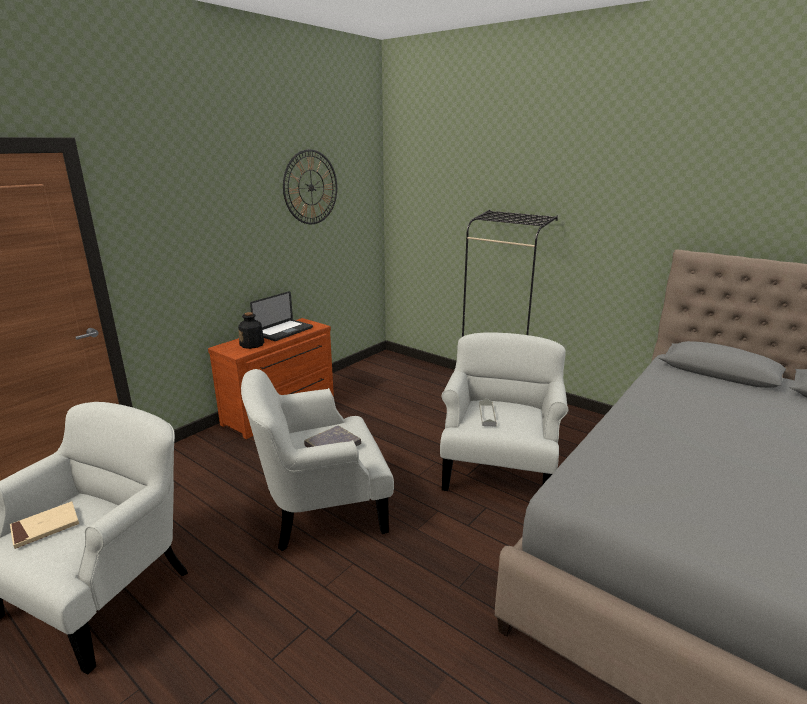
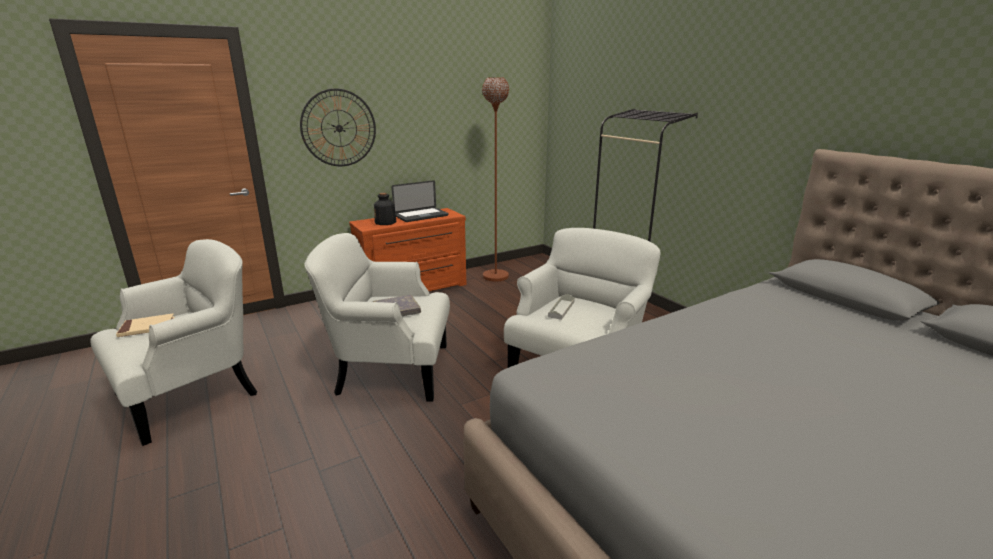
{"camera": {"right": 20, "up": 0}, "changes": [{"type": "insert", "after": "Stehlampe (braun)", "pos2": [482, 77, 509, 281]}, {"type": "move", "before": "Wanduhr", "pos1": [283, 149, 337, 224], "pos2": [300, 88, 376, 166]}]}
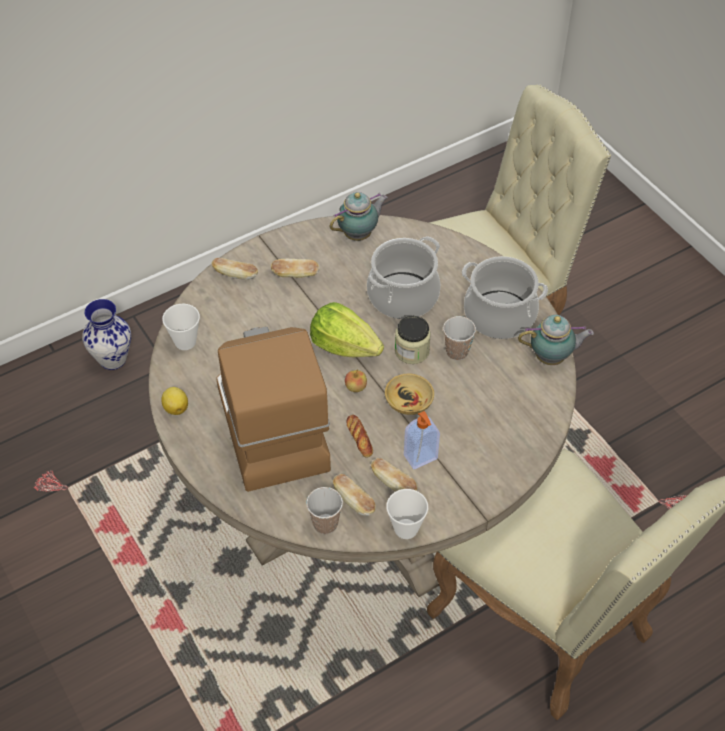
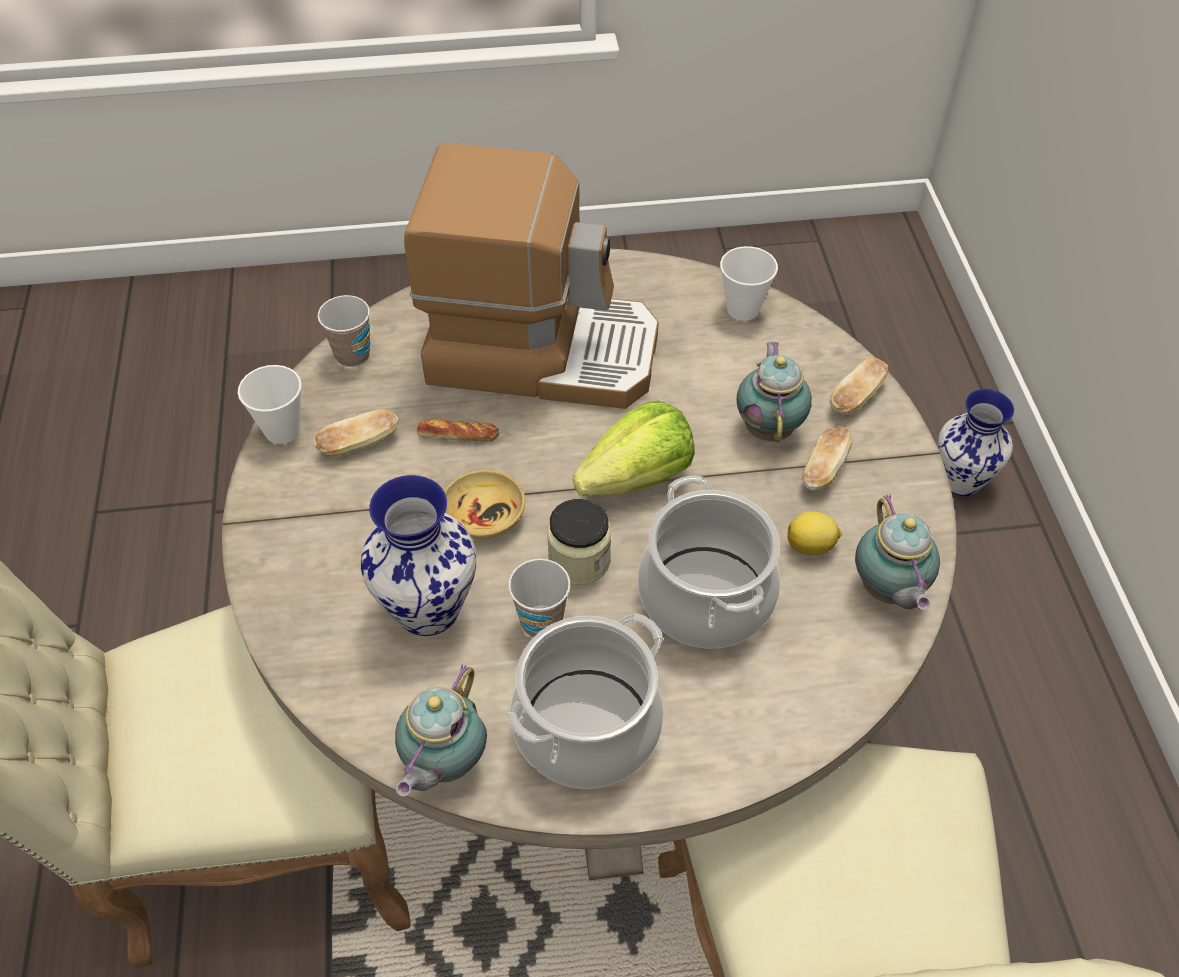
{"camera": {"right": 115, "up": 0}, "changes": [{"type": "delete", "before": "Brot", "pos1": [333, 474, 376, 516]}, {"type": "delete", "before": "Apfel", "pos1": [345, 370, 367, 392]}, {"type": "delete", "before": "Seifenspender", "pos1": [404, 411, 440, 469]}, {"type": "insert", "after": "Vase", "pos2": [361, 475, 476, 636]}, {"type": "insert", "after": "Teekanne", "pos2": [737, 341, 812, 442]}, {"type": "move", "before": "Zitrone", "pos1": [161, 387, 188, 415], "pos2": [787, 511, 842, 555]}]}
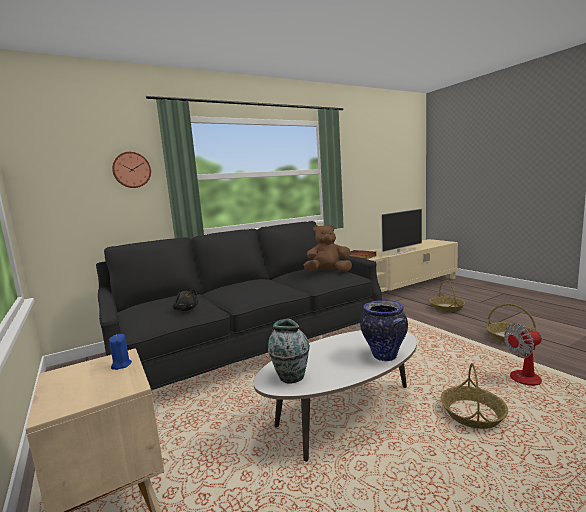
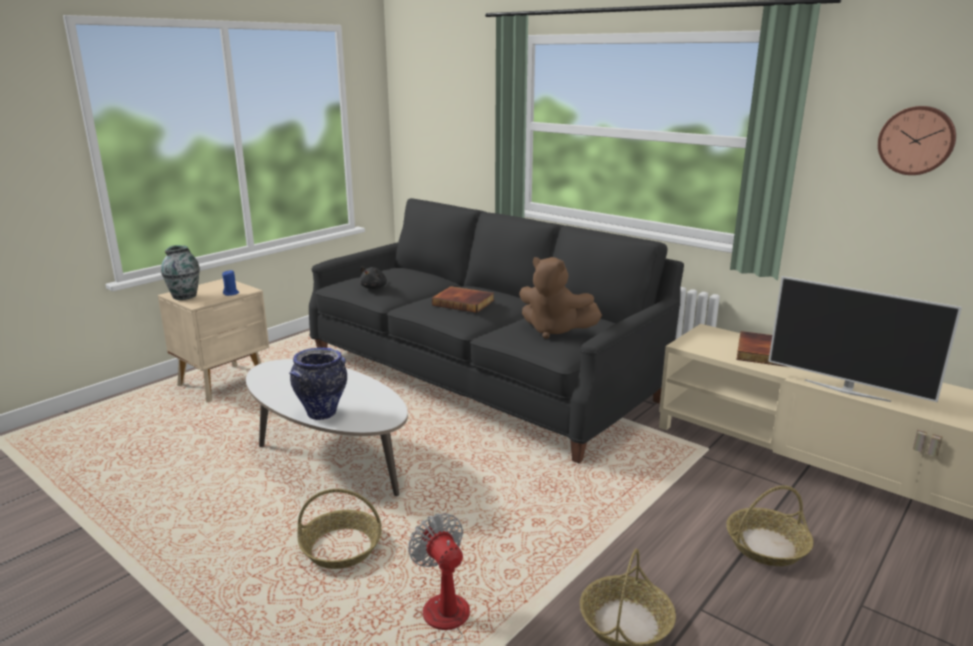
{"camera": {"right": 70, "up": 10}, "changes": [{"type": "insert", "after": "Buch", "pos2": [432, 286, 494, 313]}, {"type": "move", "before": "Wanduhr", "pos1": [112, 152, 151, 188], "pos2": [878, 106, 956, 175]}, {"type": "move", "before": "Vase", "pos1": [268, 319, 310, 384], "pos2": [161, 245, 200, 300]}, {"type": "rotate", "before": "Plüschtier (braun)", "pos1": [304, 225, 352, 272], "pos2": [519, 257, 602, 339], "turn": 150}]}
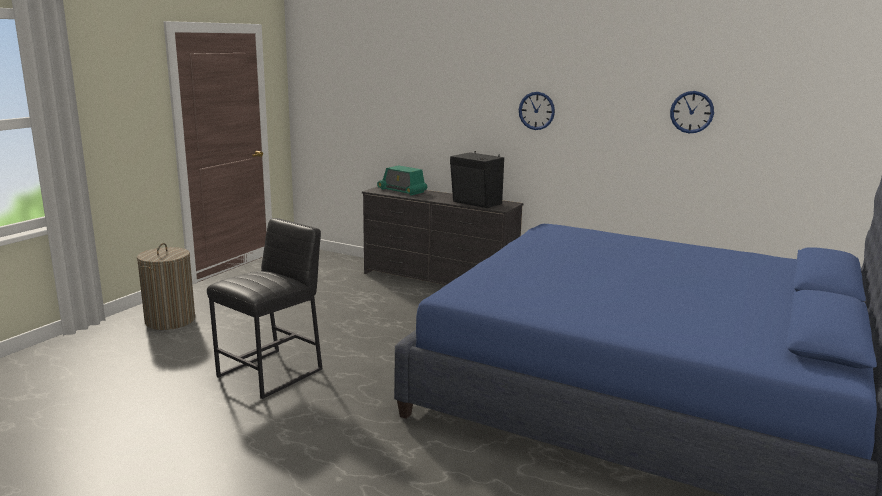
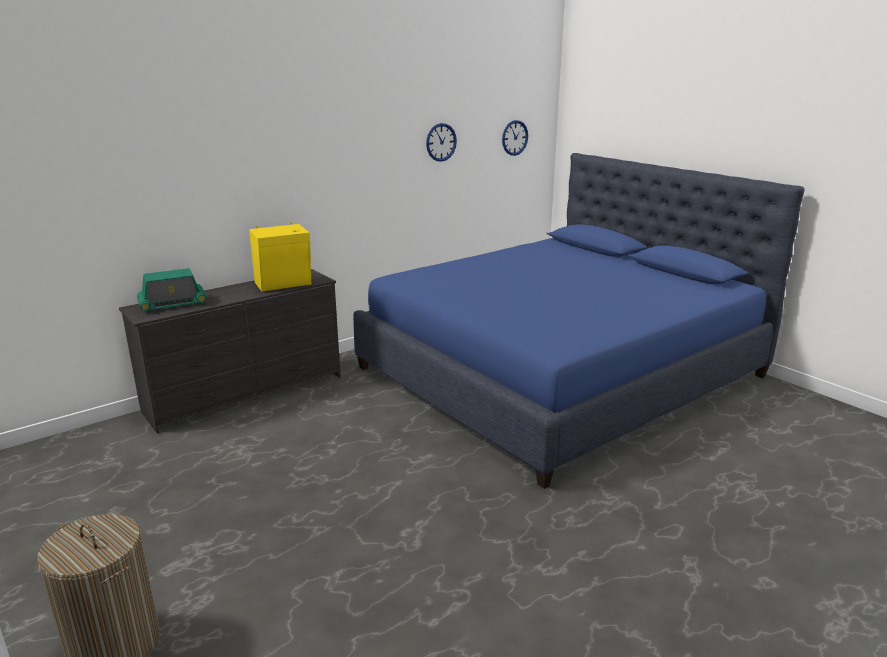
{"camera": {"right": -65, "up": 5}, "changes": [{"type": "delete", "before": "Stuhl (schwarz)", "pos1": [207, 218, 322, 399]}, {"type": "move", "before": "Wanduhr", "pos1": [519, 92, 555, 130], "pos2": [502, 120, 528, 156]}, {"type": "recolor", "before": "Lautsprecher (schwarz)", "after": "Lautsprecher (gelb)", "pos1": [450, 151, 504, 208], "pos2": [249, 222, 311, 292]}]}
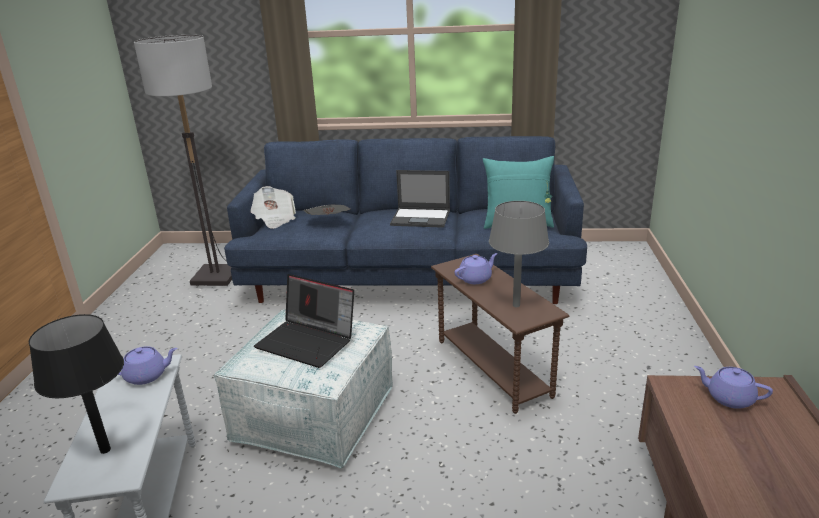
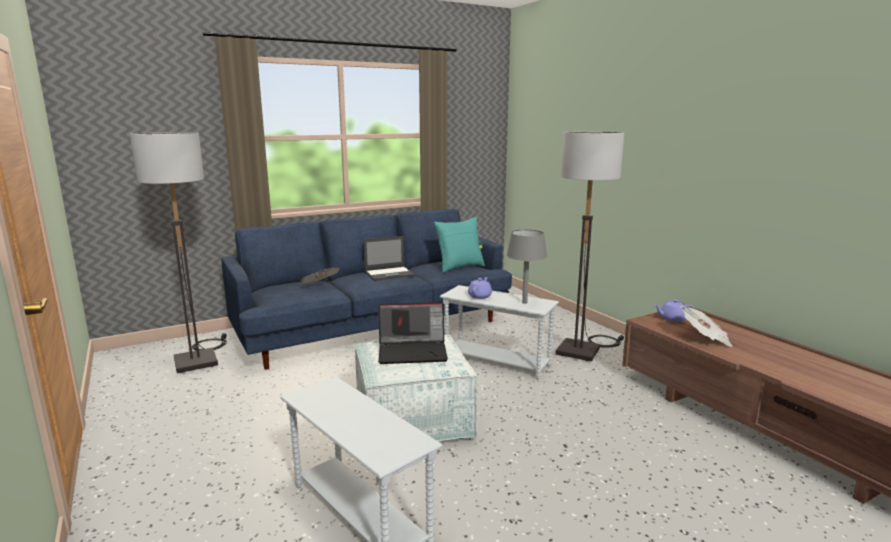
{"camera": {"right": -35, "up": -10}, "changes": [{"type": "delete", "before": "Tischlampe (schwarz)", "pos1": [29, 314, 124, 454]}, {"type": "delete", "before": "Teekanne (lila)", "pos1": [118, 346, 177, 385]}, {"type": "insert", "after": "Stehlampe", "pos2": [556, 132, 624, 362]}, {"type": "move", "before": "Zeitung", "pos1": [250, 186, 296, 229], "pos2": [680, 306, 732, 347]}, {"type": "recolor", "before": "Beistelltisch (braun)", "after": "Beistelltisch (weiß)", "pos1": [431, 254, 570, 414], "pos2": [440, 285, 559, 380]}]}
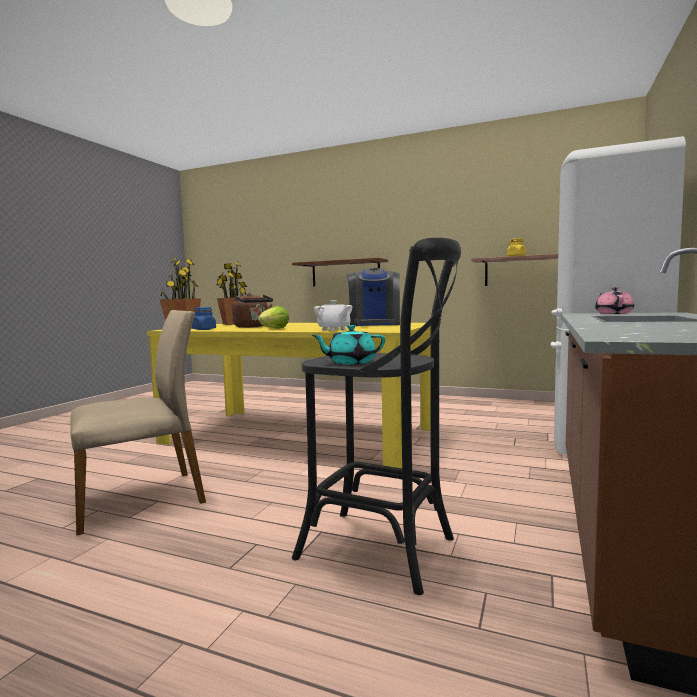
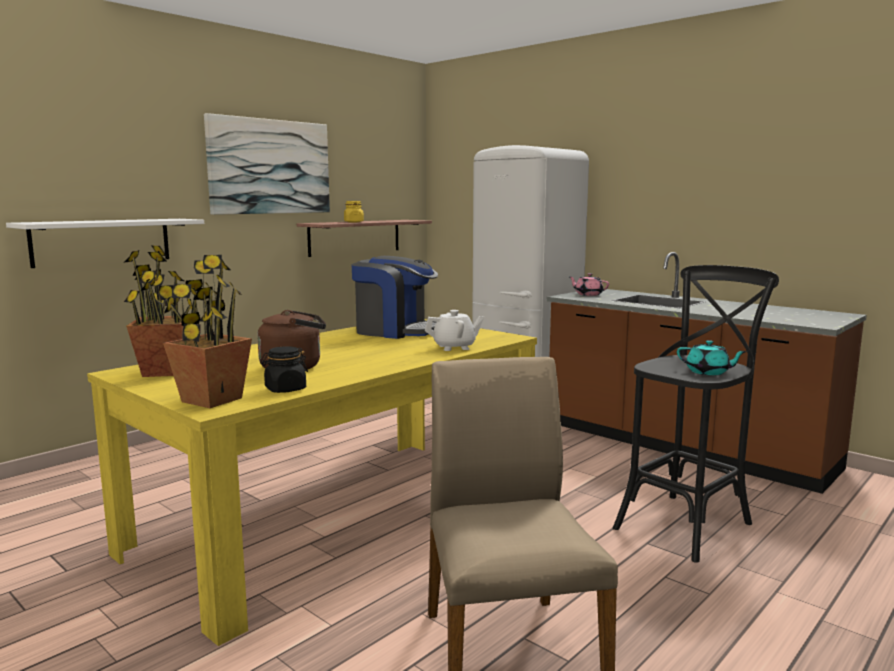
{"camera": {"right": -70, "up": 5}, "changes": [{"type": "delete", "before": "Salatkopf", "pos1": [258, 306, 289, 329]}, {"type": "insert", "after": "Bild", "pos2": [204, 113, 330, 215]}, {"type": "recolor", "before": "Vorratsglas (blau)", "after": "Vorratsglas (schwarz)", "pos1": [192, 307, 216, 330], "pos2": [260, 346, 308, 393]}, {"type": "recolor", "before": "Wandregal (braun)", "after": "Wandregal (weiß)", "pos1": [292, 258, 388, 286], "pos2": [6, 219, 204, 268]}, {"type": "rotate", "before": "Teekanne (türkis)", "pos1": [312, 325, 385, 364], "pos2": [677, 340, 747, 375], "turn": -60}]}
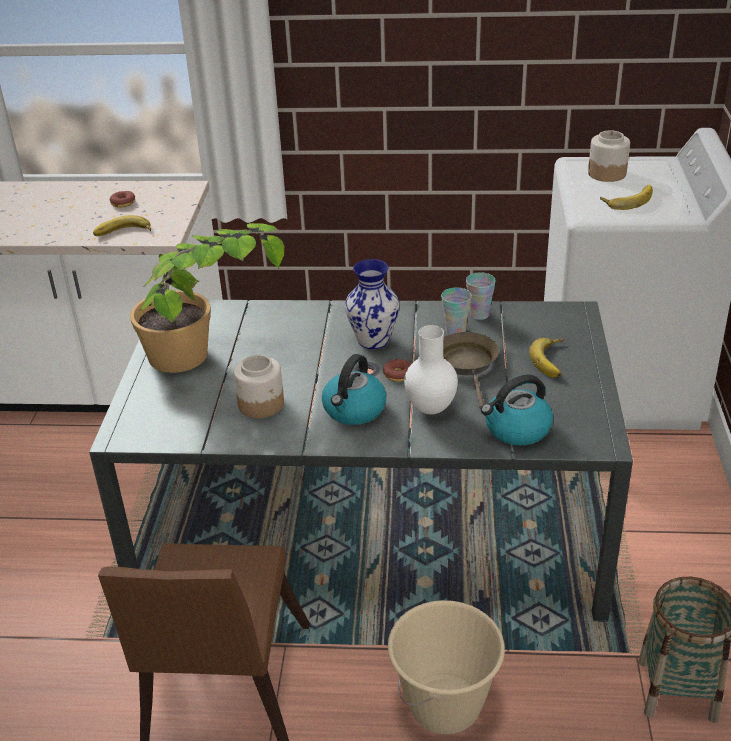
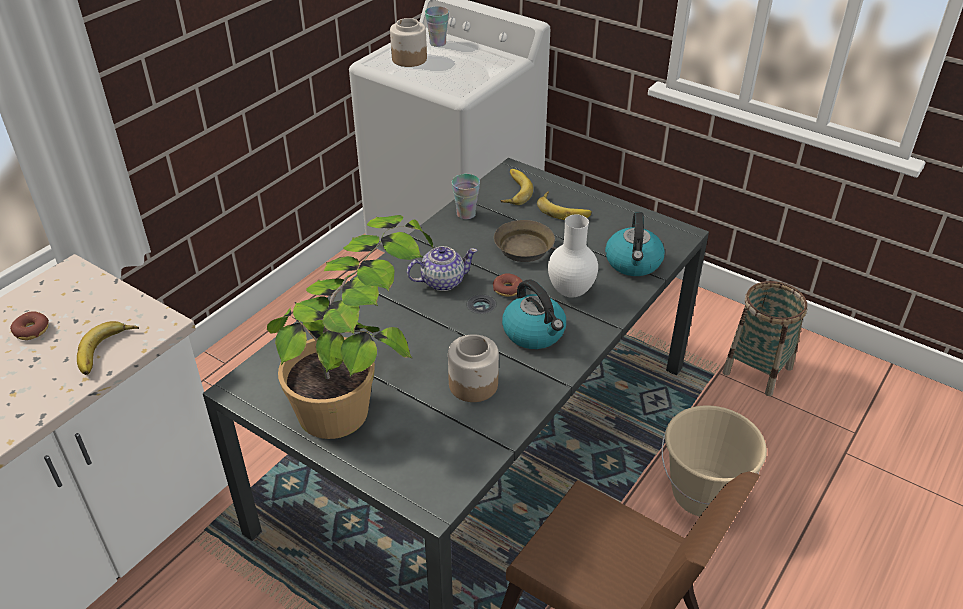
{"camera": {"right": -60, "up": 5}, "changes": [{"type": "move", "before": "Tasse", "pos1": [441, 287, 472, 334], "pos2": [425, 6, 449, 47]}, {"type": "move", "before": "Banane", "pos1": [600, 184, 653, 210], "pos2": [500, 169, 533, 205]}, {"type": "replace", "before": "Vase", "after": "Teekanne", "pos1": [345, 259, 399, 349], "pos2": [407, 246, 478, 291]}]}
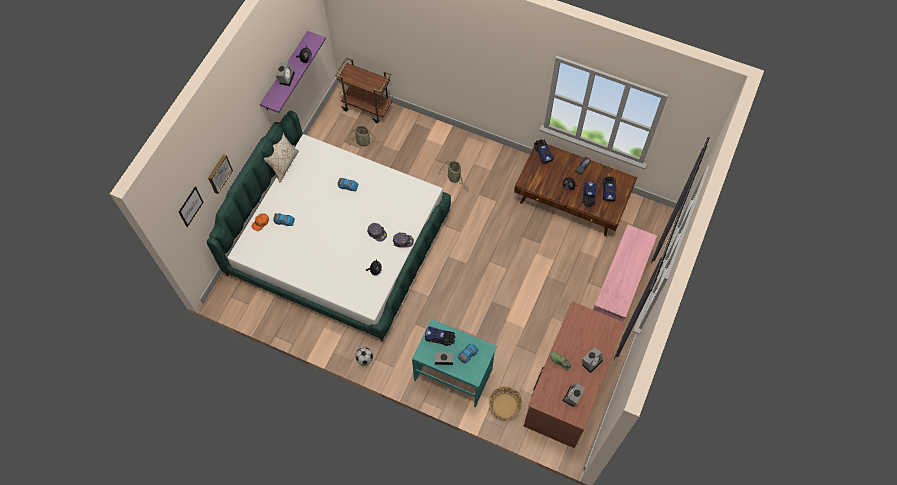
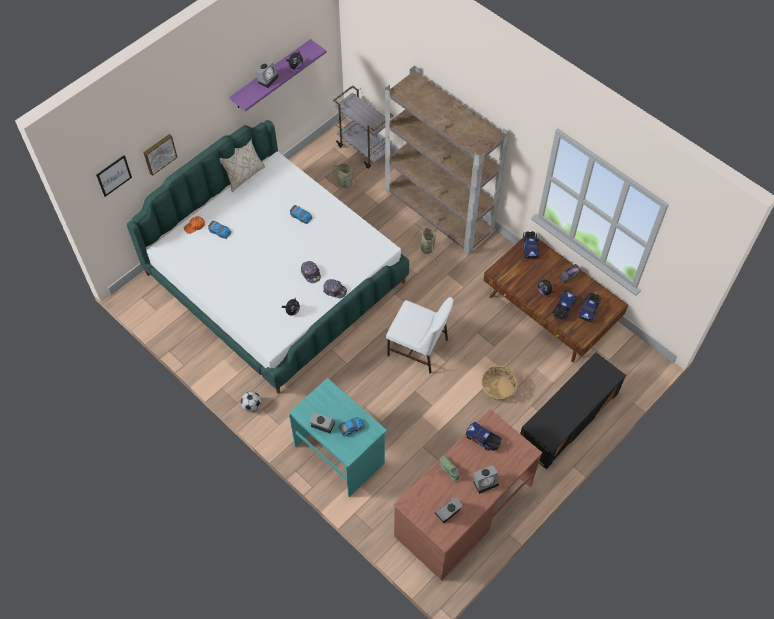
{"camera": {"right": 20, "up": -5}, "changes": [{"type": "insert", "after": "Bücherregal (braun)", "pos2": [385, 66, 509, 255]}, {"type": "insert", "after": "Stuhl (weiß)", "pos2": [386, 297, 453, 374]}, {"type": "move", "before": "Spielzeuglaster", "pos1": [425, 326, 456, 346], "pos2": [466, 422, 502, 451]}, {"type": "move", "before": "Korb", "pos1": [489, 386, 522, 419], "pos2": [481, 366, 518, 400]}, {"type": "recolor", "before": "Rollwagen (braun)", "after": "Rollwagen (grau)", "pos1": [335, 57, 393, 123], "pos2": [333, 85, 393, 169]}, {"type": "recolor", "before": "Bank (rosa)", "after": "Bank (schwarz)", "pos1": [593, 224, 657, 322], "pos2": [520, 352, 626, 469]}]}
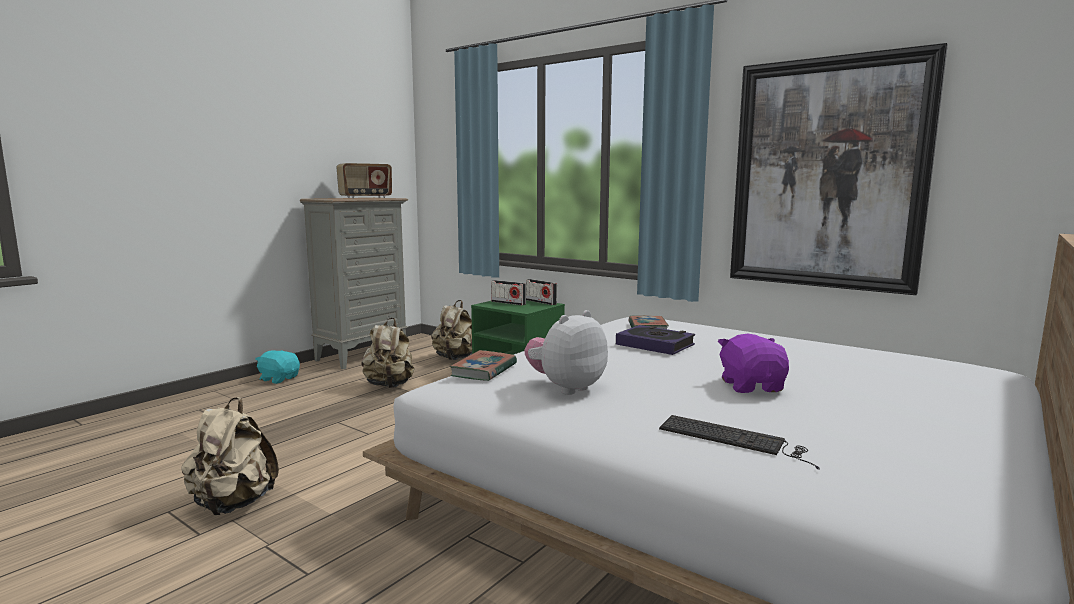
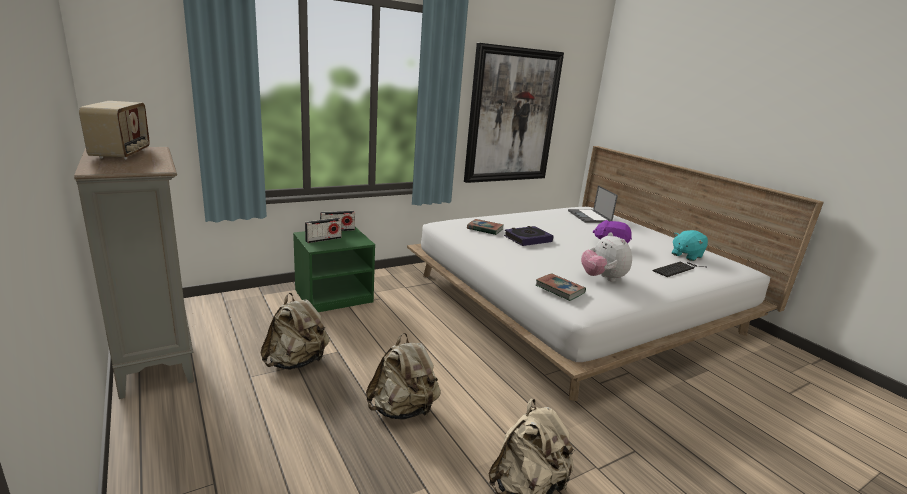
{"camera": {"right": -70, "up": 10}, "changes": [{"type": "insert", "after": "Laptop", "pos2": [568, 185, 618, 223]}, {"type": "move", "before": "Plüschtier (türkis)", "pos1": [255, 350, 300, 384], "pos2": [672, 230, 708, 261]}, {"type": "move", "before": "Rucksack (beige)", "pos1": [431, 300, 472, 360], "pos2": [366, 333, 441, 420]}]}
